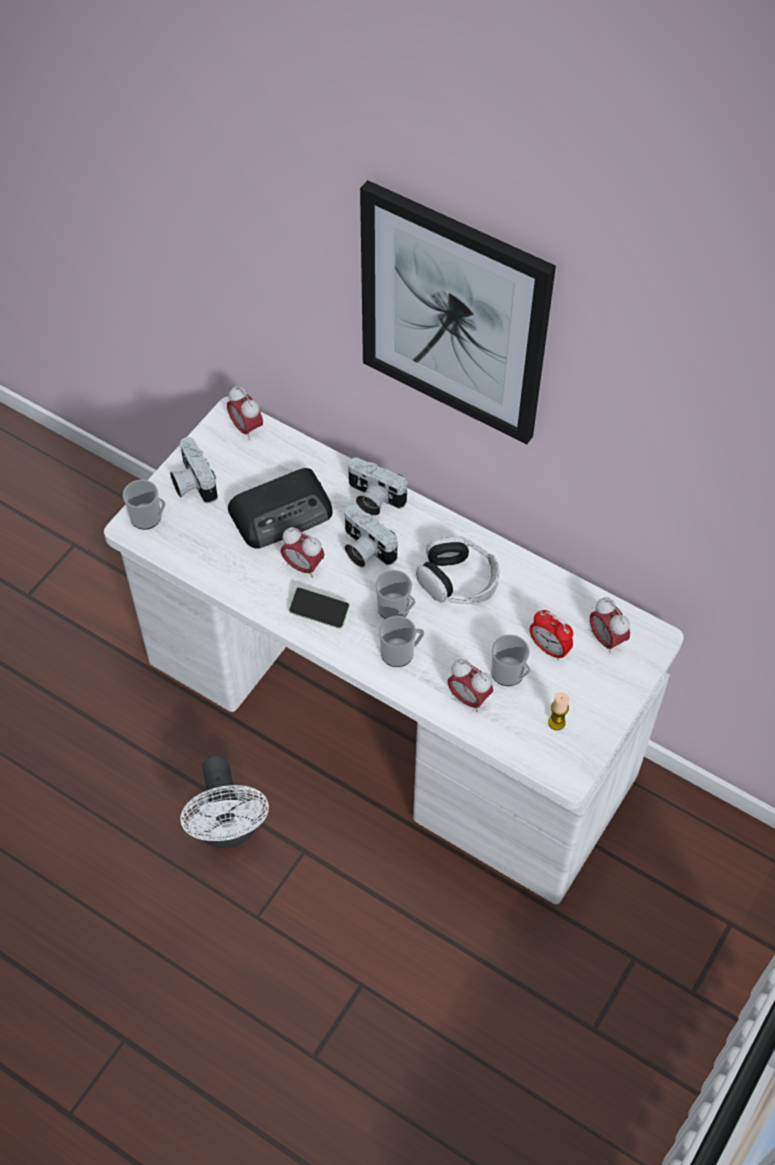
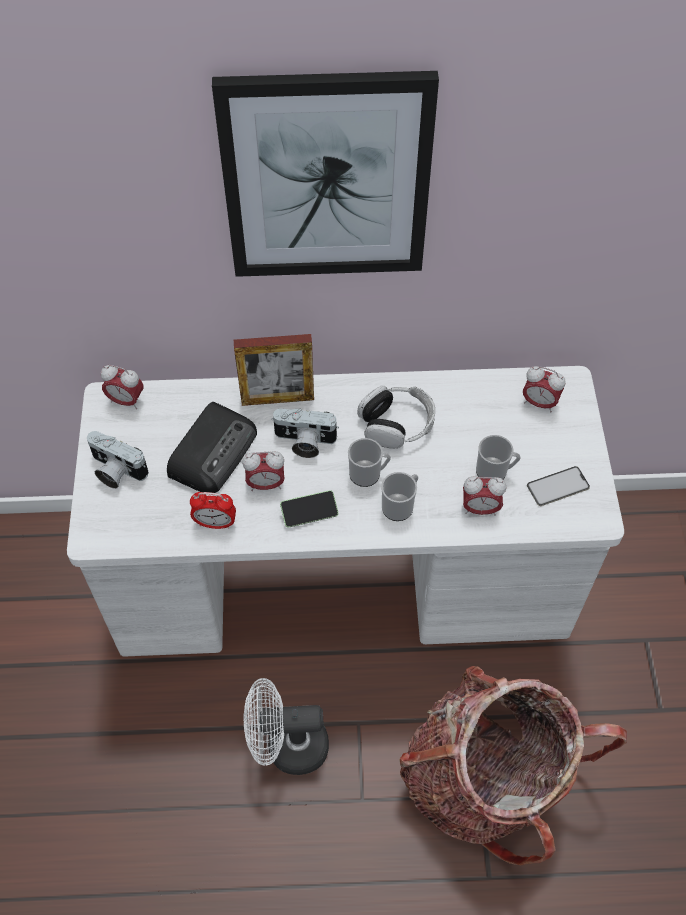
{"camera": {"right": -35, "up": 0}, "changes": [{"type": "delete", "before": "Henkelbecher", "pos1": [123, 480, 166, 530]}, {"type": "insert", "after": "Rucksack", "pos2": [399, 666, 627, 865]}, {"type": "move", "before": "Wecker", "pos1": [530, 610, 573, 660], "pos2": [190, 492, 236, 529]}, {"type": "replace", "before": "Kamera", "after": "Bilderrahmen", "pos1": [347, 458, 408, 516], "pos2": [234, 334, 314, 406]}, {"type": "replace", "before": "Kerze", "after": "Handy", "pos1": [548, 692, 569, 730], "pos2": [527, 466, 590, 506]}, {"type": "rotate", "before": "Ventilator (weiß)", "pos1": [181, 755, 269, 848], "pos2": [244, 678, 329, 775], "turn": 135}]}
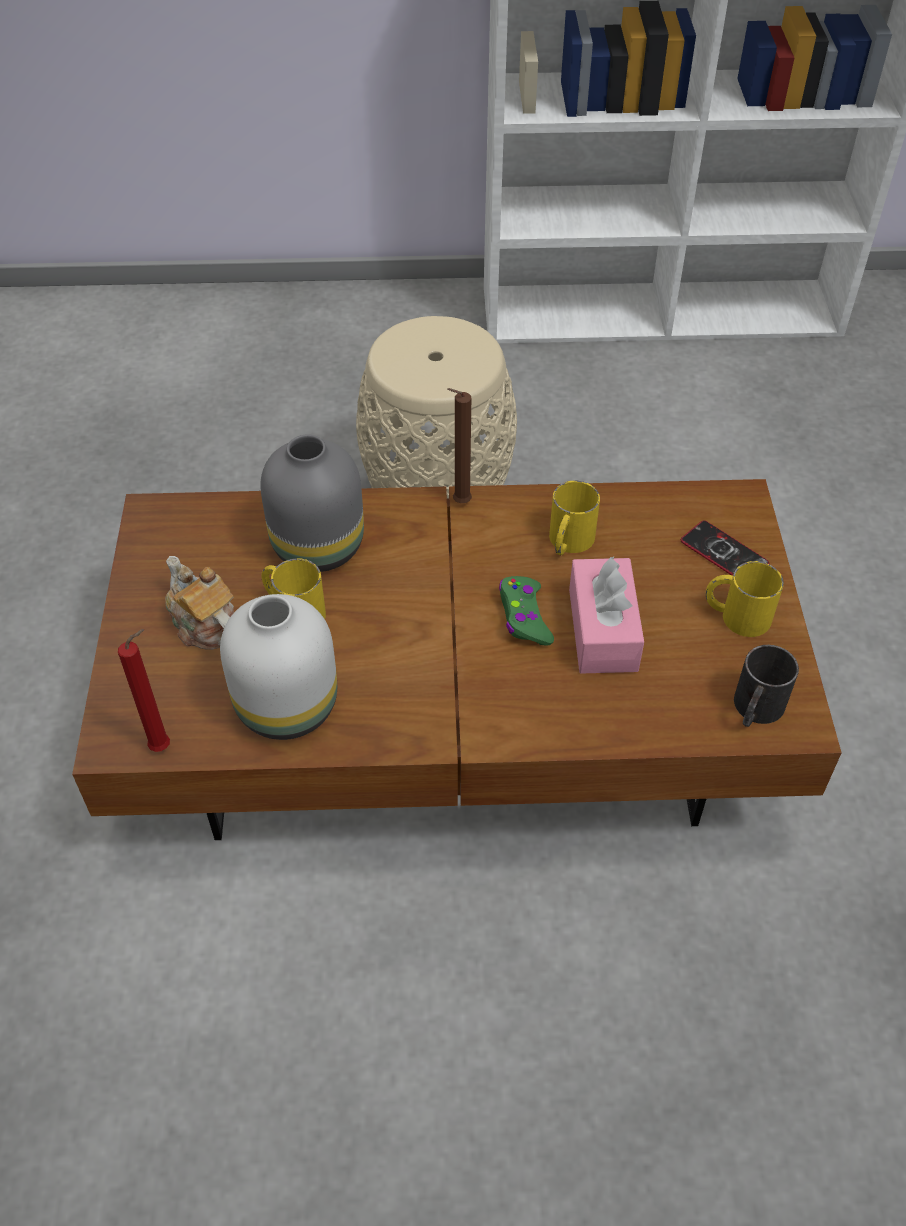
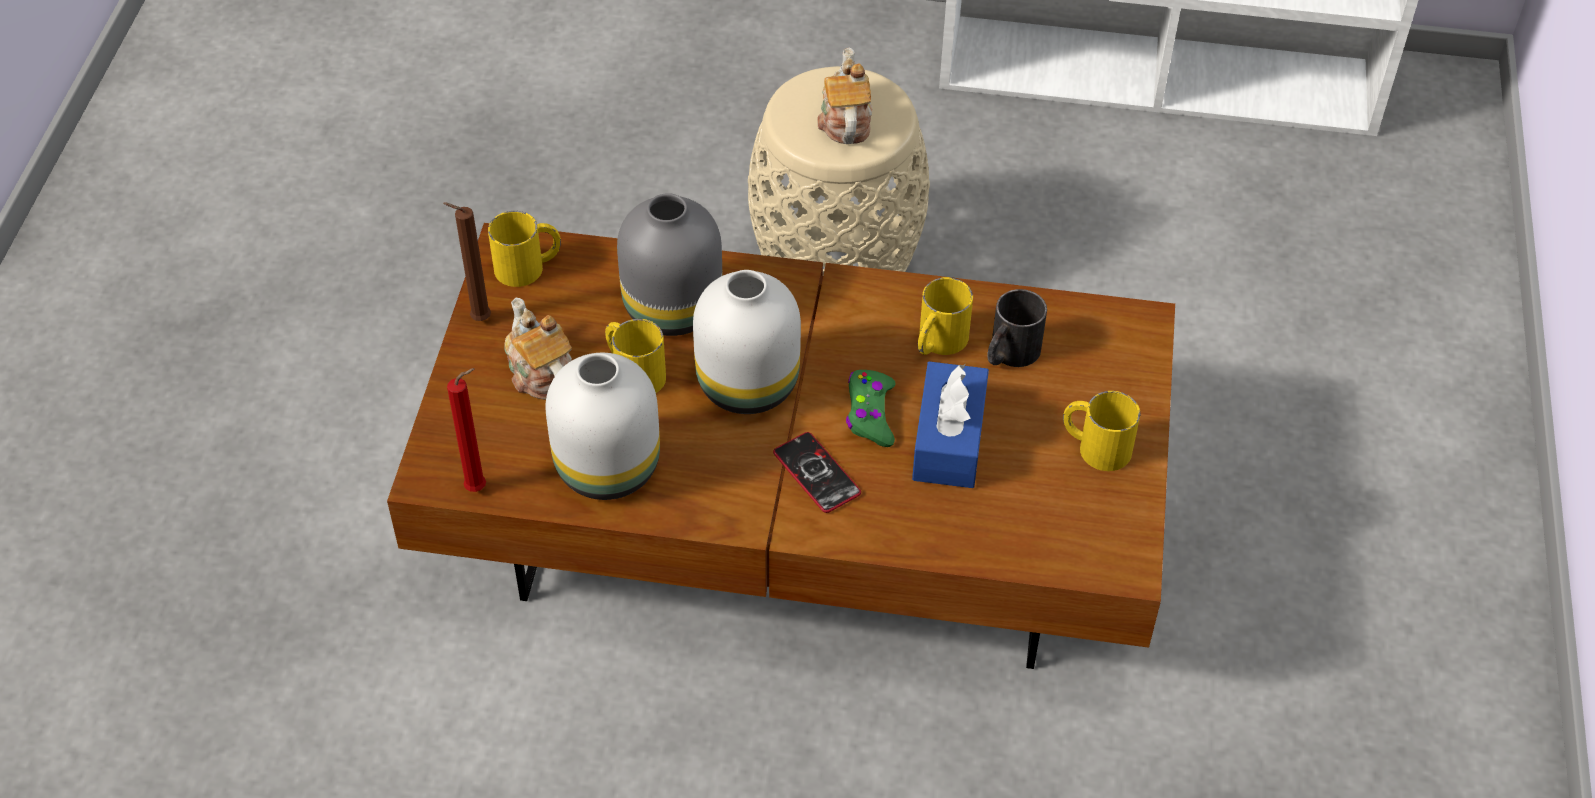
{"camera": {"right": 10, "up": 0}, "changes": [{"type": "insert", "after": "Henkelbecher (gelb)", "pos2": [488, 211, 561, 287]}, {"type": "insert", "after": "Vase (weiß)", "pos2": [693, 270, 801, 414]}, {"type": "insert", "after": "Teekanne", "pos2": [817, 47, 872, 144]}, {"type": "move", "before": "Kerze (braun)", "pos1": [447, 388, 472, 503], "pos2": [443, 202, 491, 321]}, {"type": "move", "before": "Handy", "pos1": [681, 521, 770, 576], "pos2": [773, 432, 861, 513]}, {"type": "move", "before": "Henkelbecher (schwarz)", "pos1": [734, 645, 799, 727], "pos2": [987, 289, 1047, 367]}, {"type": "recolor", "before": "Taschentuchbox (rosa)", "after": "Taschentuchbox (blau)", "pos1": [569, 557, 644, 674], "pos2": [912, 361, 989, 488]}]}
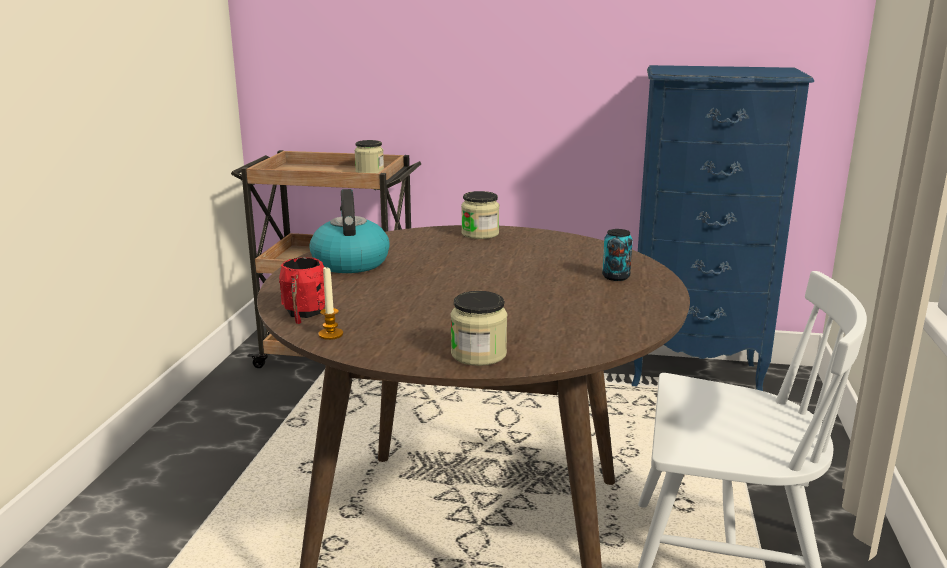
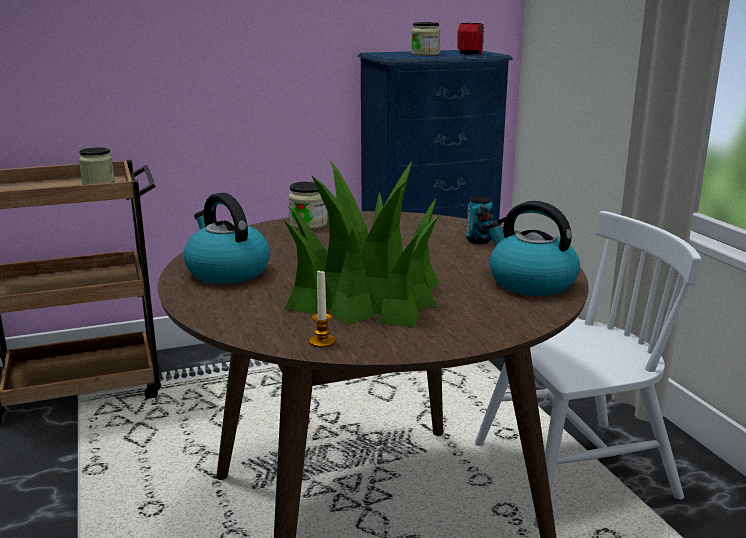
{"camera": {"right": -30, "up": 0}, "changes": [{"type": "insert", "after": "Topfpflanze", "pos2": [284, 160, 441, 327]}, {"type": "insert", "after": "Wasserkessel", "pos2": [486, 201, 580, 296]}, {"type": "move", "before": "Henkelbecher (rot)", "pos1": [279, 258, 325, 324], "pos2": [457, 23, 484, 55]}, {"type": "move", "before": "Vorratsglas", "pos1": [451, 291, 507, 366], "pos2": [411, 22, 440, 56]}]}
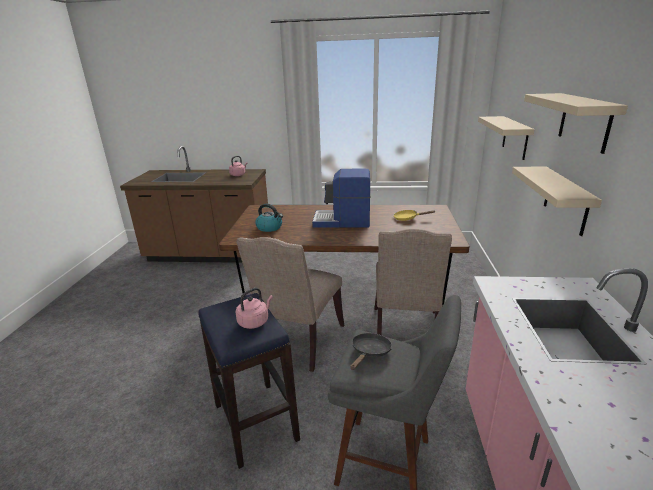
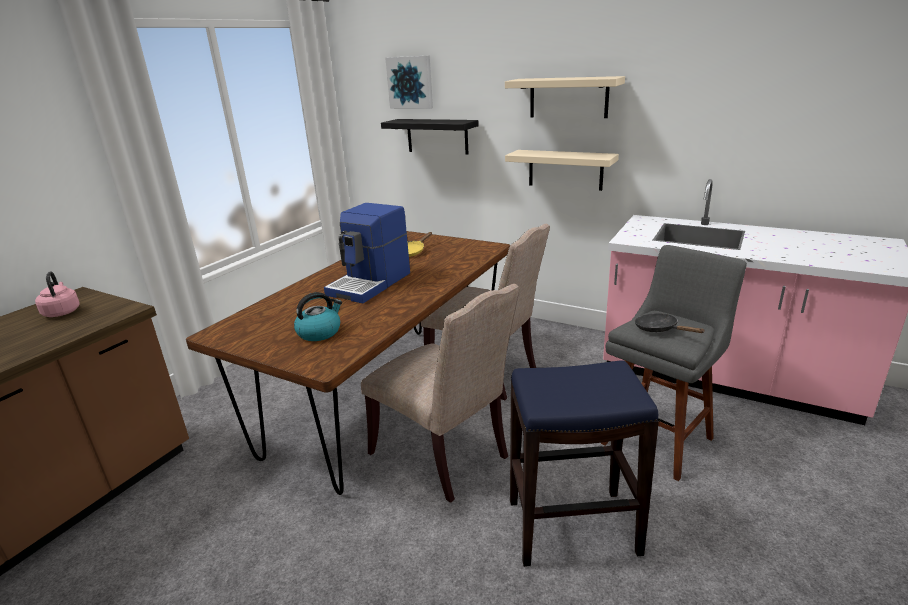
{"camera": {"right": -65, "up": 0}, "changes": [{"type": "delete", "before": "Wasserkessel (rosa)", "pos1": [235, 288, 273, 329]}, {"type": "insert", "after": "Bild", "pos2": [385, 55, 433, 109]}, {"type": "recolor", "before": "Wandregal (beige)", "after": "Wandregal (schwarz)", "pos1": [478, 116, 535, 160], "pos2": [381, 119, 479, 155]}]}
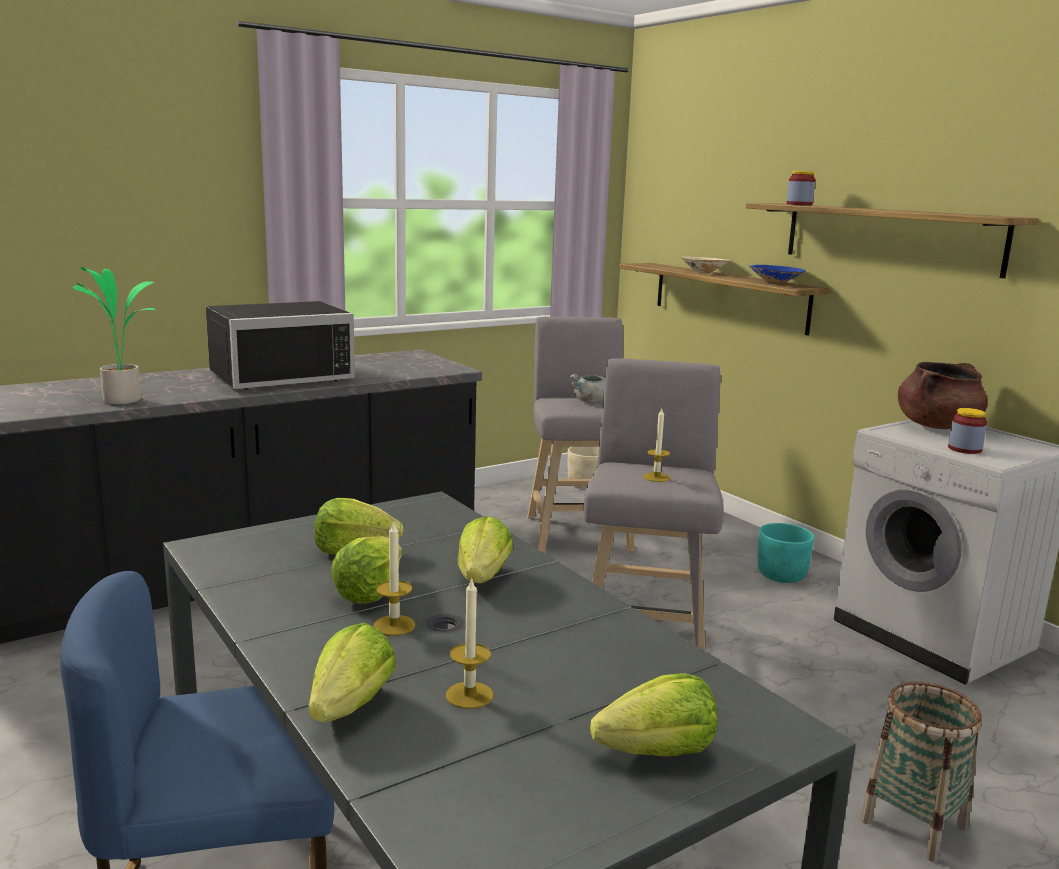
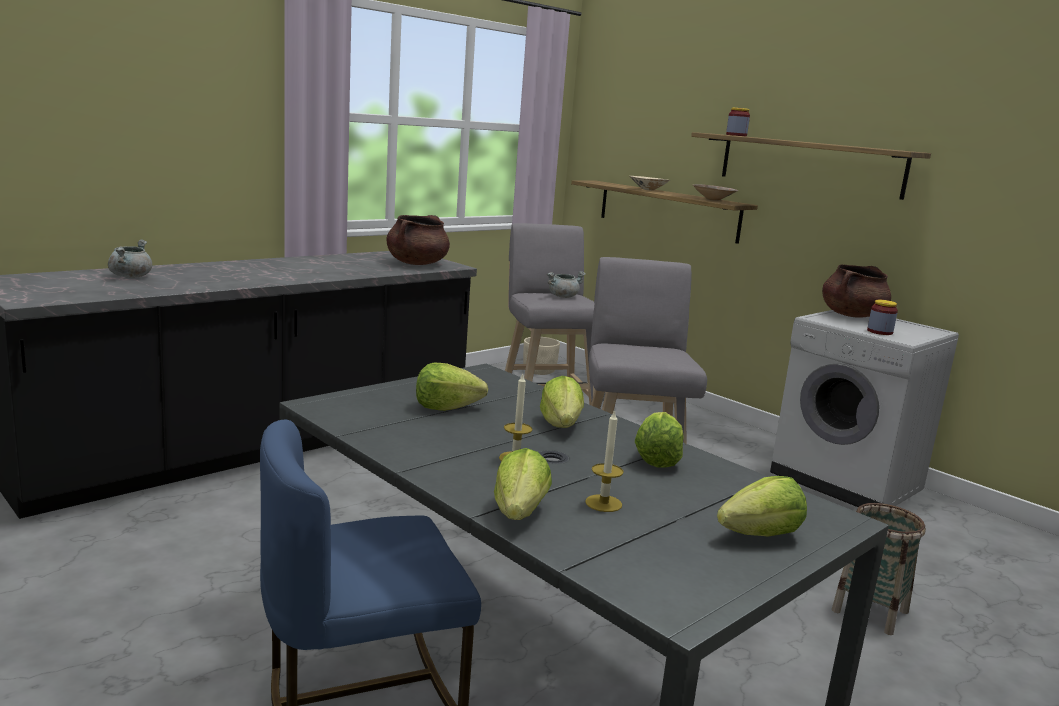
{"camera": {"right": -10, "up": 0}, "changes": [{"type": "delete", "before": "Topfpflanze", "pos1": [73, 267, 156, 404]}, {"type": "delete", "before": "Mikrowelle (schwarz)", "pos1": [206, 301, 355, 390]}, {"type": "delete", "before": "Kerze", "pos1": [643, 409, 670, 482]}, {"type": "delete", "before": "Pflanzkübel (türkis)", "pos1": [757, 523, 814, 583]}, {"type": "insert", "after": "Kochtopf (grau)", "pos2": [108, 239, 152, 278]}, {"type": "insert", "after": "Kochtopf (braun)", "pos2": [386, 215, 450, 265]}, {"type": "move", "before": "Salatkopf", "pos1": [331, 536, 402, 604], "pos2": [635, 412, 683, 468]}, {"type": "recolor", "before": "Schüssel (blau)", "after": "Schüssel (beige)", "pos1": [749, 265, 806, 284], "pos2": [693, 184, 738, 201]}]}
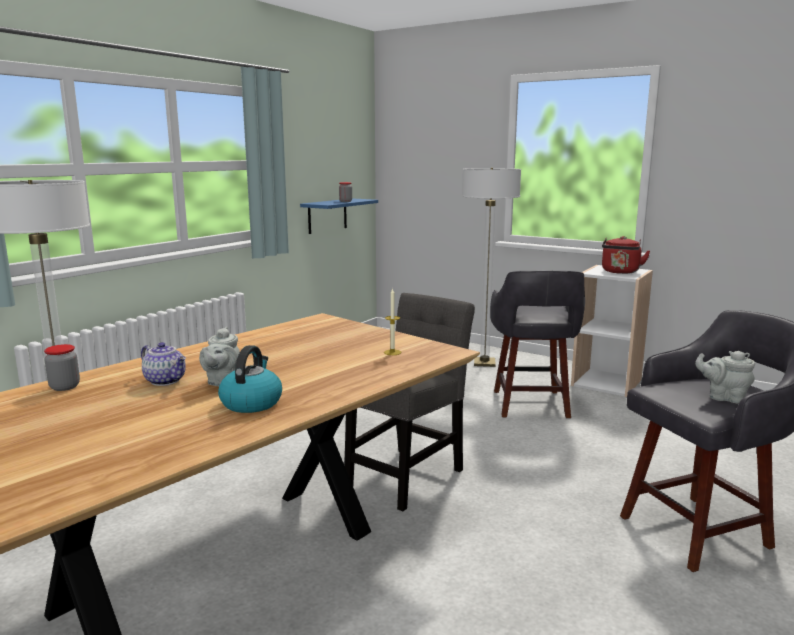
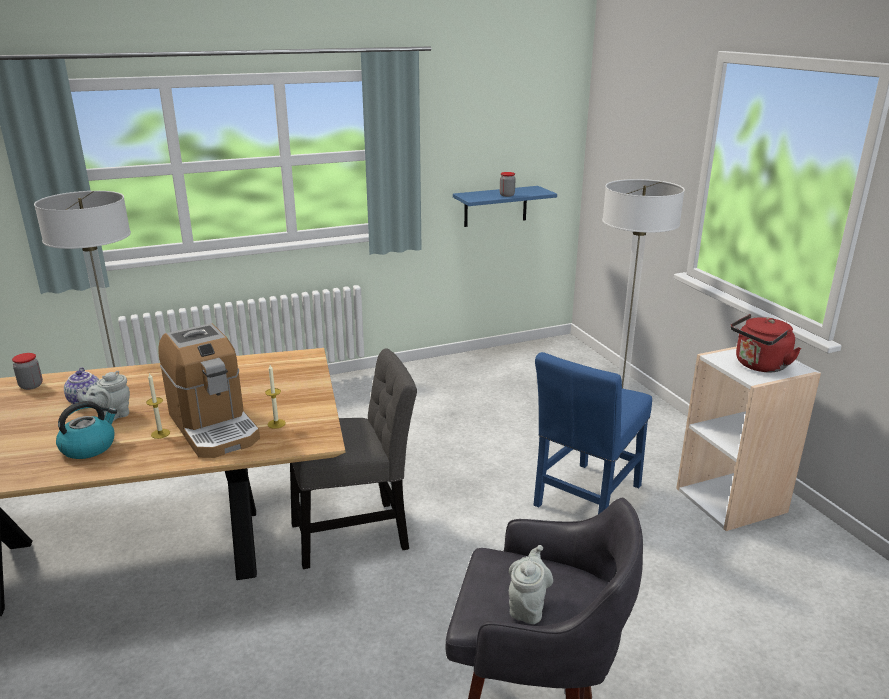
{"camera": {"right": 35, "up": 10}, "changes": [{"type": "insert", "after": "Kerze", "pos2": [146, 373, 170, 439]}, {"type": "insert", "after": "Kaffeemaschine", "pos2": [158, 323, 260, 458]}, {"type": "replace", "before": "Hocker (grau)", "after": "Stuhl (blau)", "pos1": [490, 271, 585, 418], "pos2": [533, 352, 652, 514]}, {"type": "rotate", "before": "Teekanne (grau)", "pos1": [695, 351, 755, 403], "pos2": [509, 545, 553, 624], "turn": 45}]}
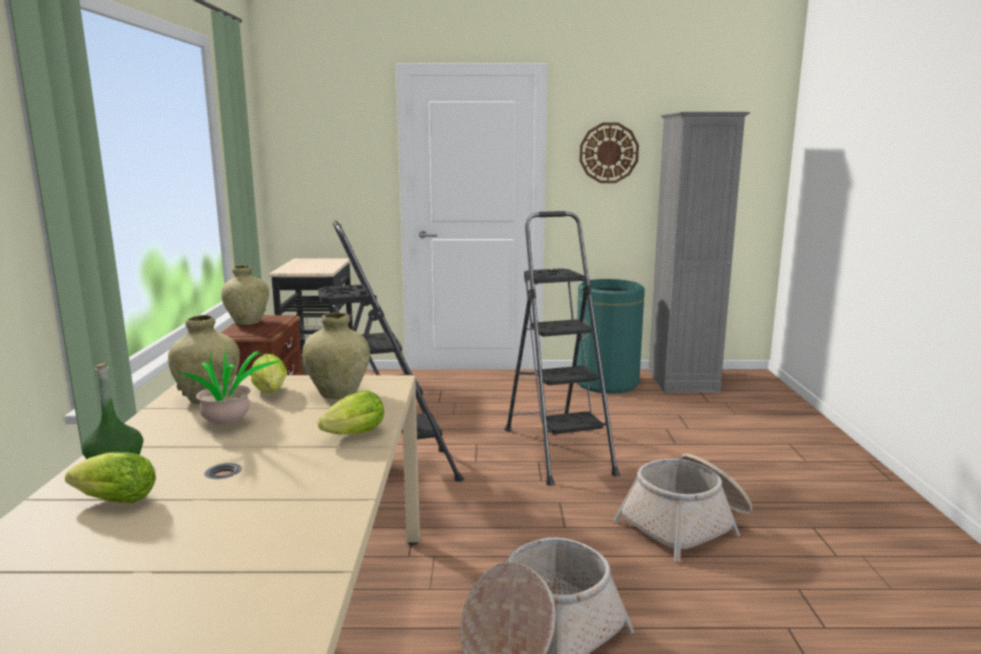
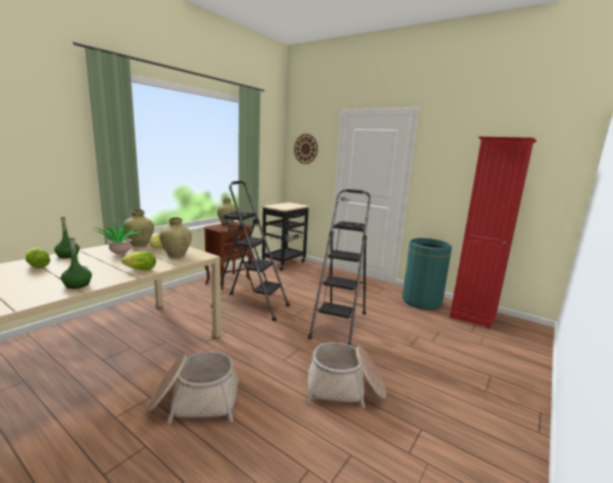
{"camera": {"right": 35, "up": 0}, "changes": [{"type": "insert", "after": "Flasche (grün)", "pos2": [61, 237, 92, 289]}, {"type": "move", "before": "Wanduhr", "pos1": [579, 123, 639, 183], "pos2": [294, 134, 318, 164]}, {"type": "recolor", "before": "Schrank (grau)", "after": "Schrank (rot)", "pos1": [649, 112, 750, 393], "pos2": [450, 137, 537, 329]}]}
